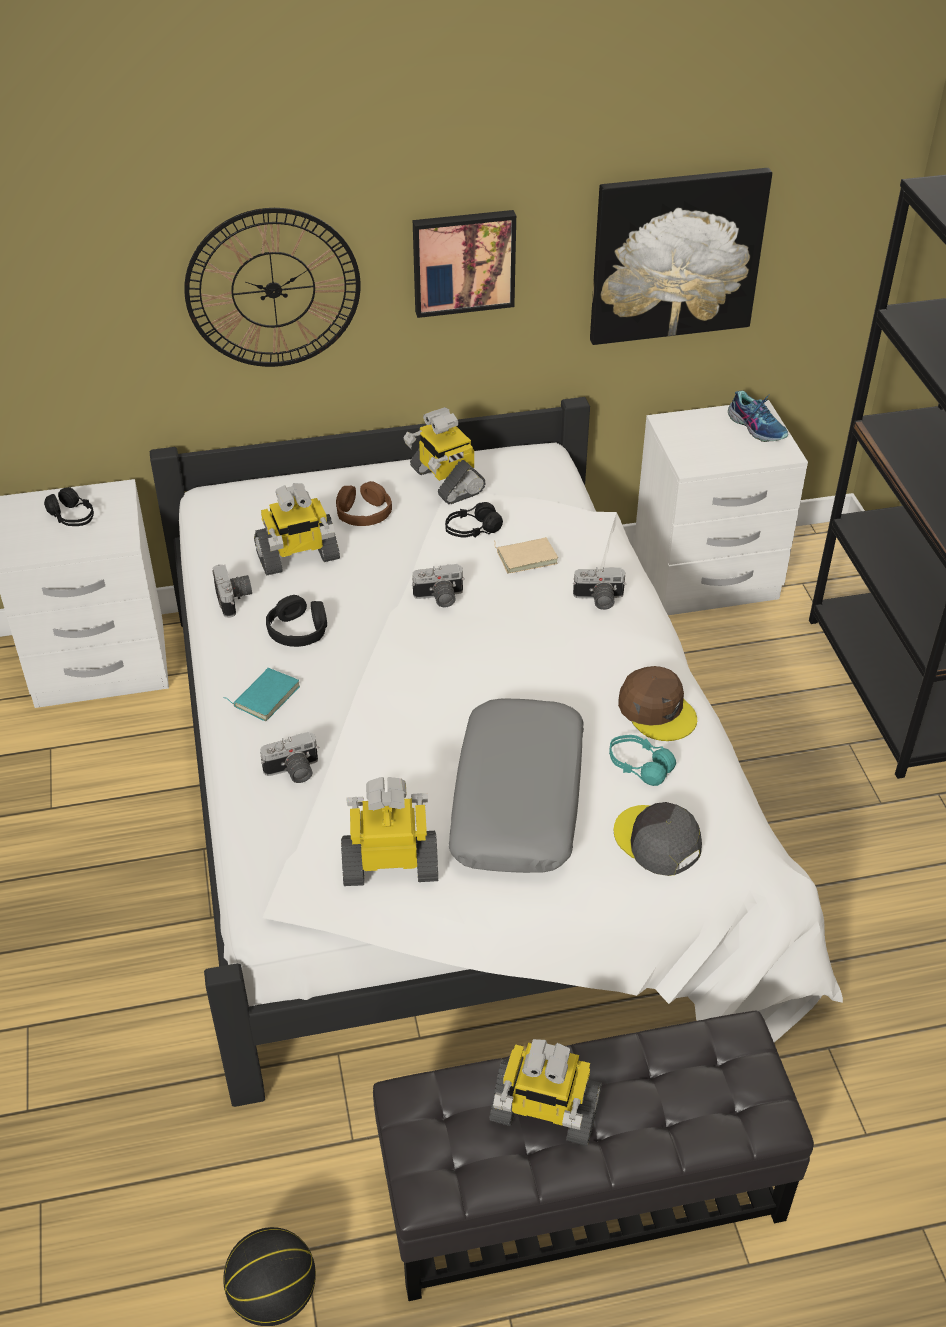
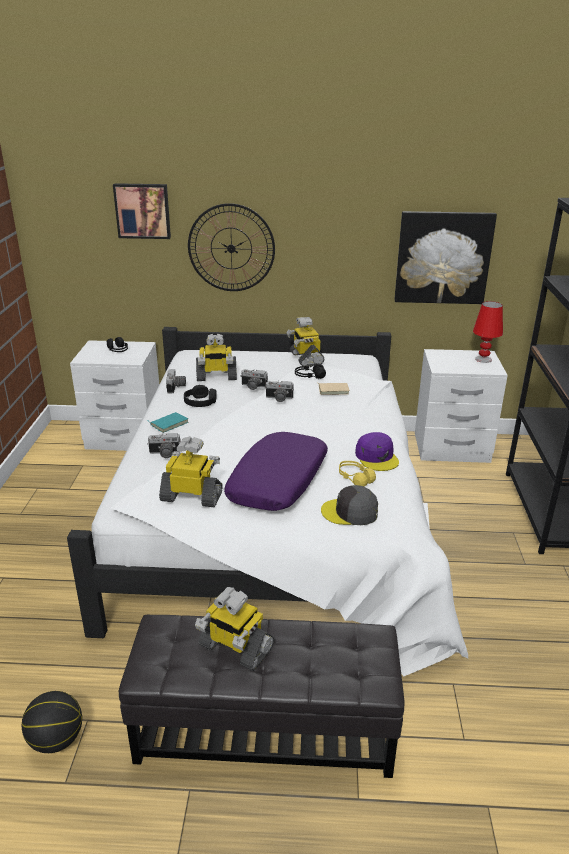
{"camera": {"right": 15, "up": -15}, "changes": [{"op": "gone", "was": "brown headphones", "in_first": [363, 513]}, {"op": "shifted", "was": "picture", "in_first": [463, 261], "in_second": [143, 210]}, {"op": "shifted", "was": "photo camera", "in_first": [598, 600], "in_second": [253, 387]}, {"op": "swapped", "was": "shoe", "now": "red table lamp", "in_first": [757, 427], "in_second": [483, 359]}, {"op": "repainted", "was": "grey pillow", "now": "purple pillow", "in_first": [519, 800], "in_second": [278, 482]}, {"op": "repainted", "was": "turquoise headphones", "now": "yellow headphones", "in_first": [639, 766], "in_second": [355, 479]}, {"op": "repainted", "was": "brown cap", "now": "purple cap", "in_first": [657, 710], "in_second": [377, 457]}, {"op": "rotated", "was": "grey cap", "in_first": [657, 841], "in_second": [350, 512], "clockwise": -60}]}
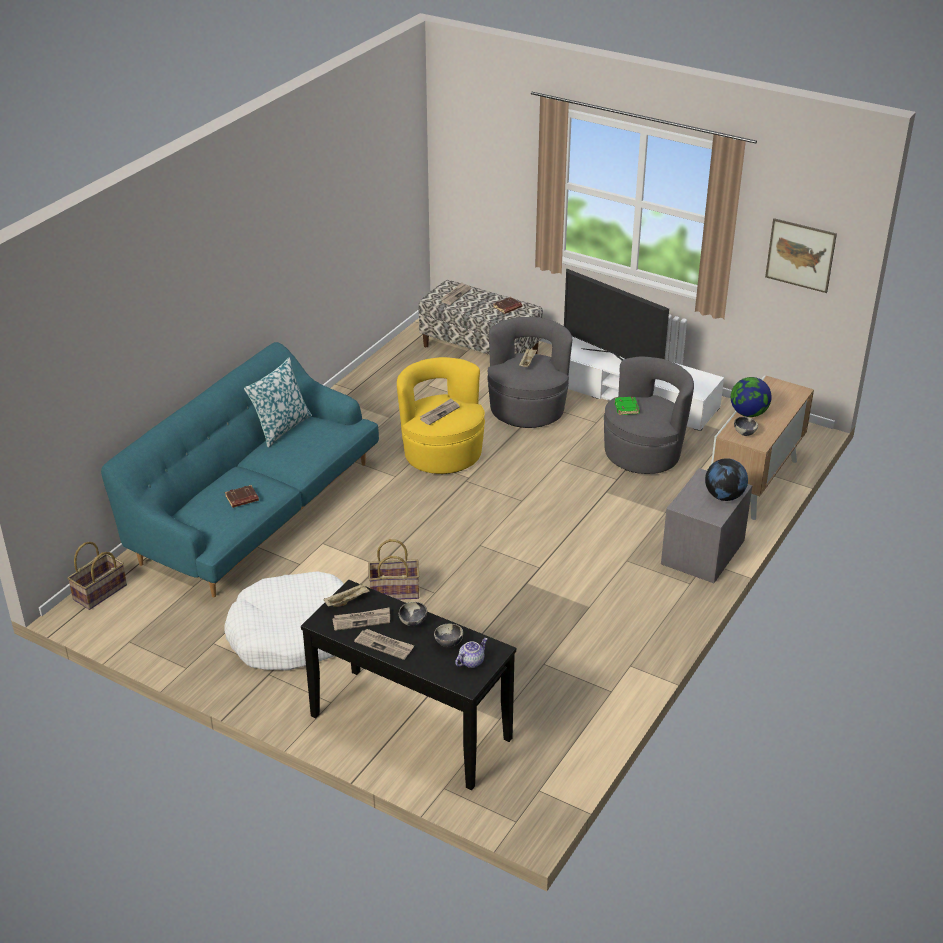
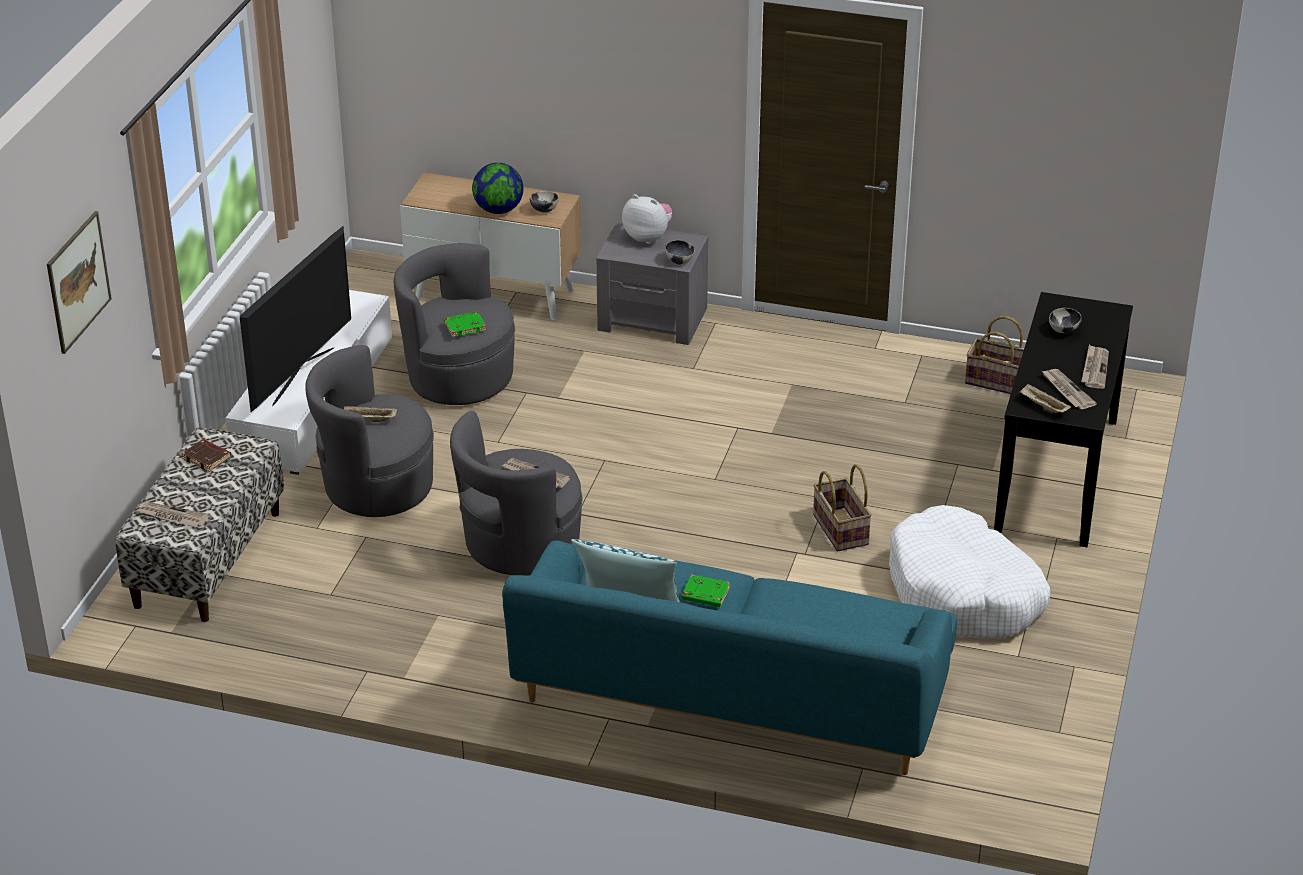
{"camera": {"right": -105, "up": 0}, "changes": [{"op": "gone", "was": "brown book", "in_first": [242, 499]}, {"op": "gone", "was": "teapot", "in_first": [471, 661]}, {"op": "new", "now": "green book", "in_second": [705, 595]}, {"op": "shifted", "was": "basket", "in_first": [100, 593], "in_second": [998, 381]}, {"op": "shifted", "was": "bowl", "in_first": [413, 622], "in_second": [679, 261]}, {"op": "shifted", "was": "picture", "in_first": [800, 255], "in_second": [78, 281]}, {"op": "swapped", "was": "globe", "now": "plush toy", "in_first": [724, 496], "in_second": [648, 237]}, {"op": "repainted", "was": "yellow armchair", "now": "grey armchair", "in_first": [442, 454], "in_second": [519, 545]}]}
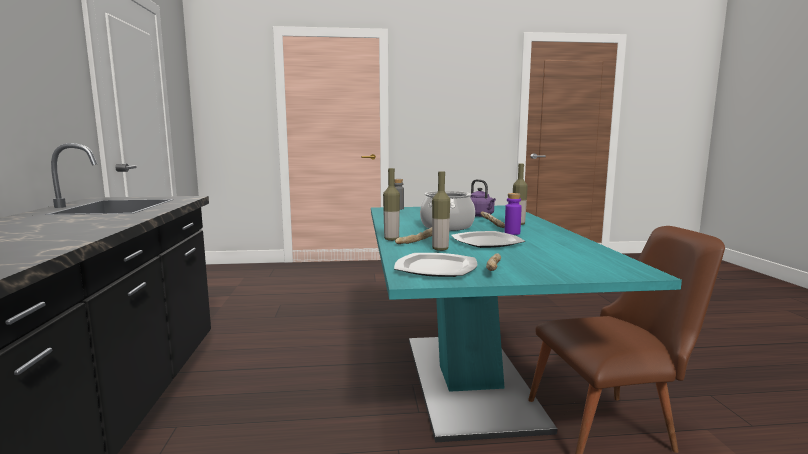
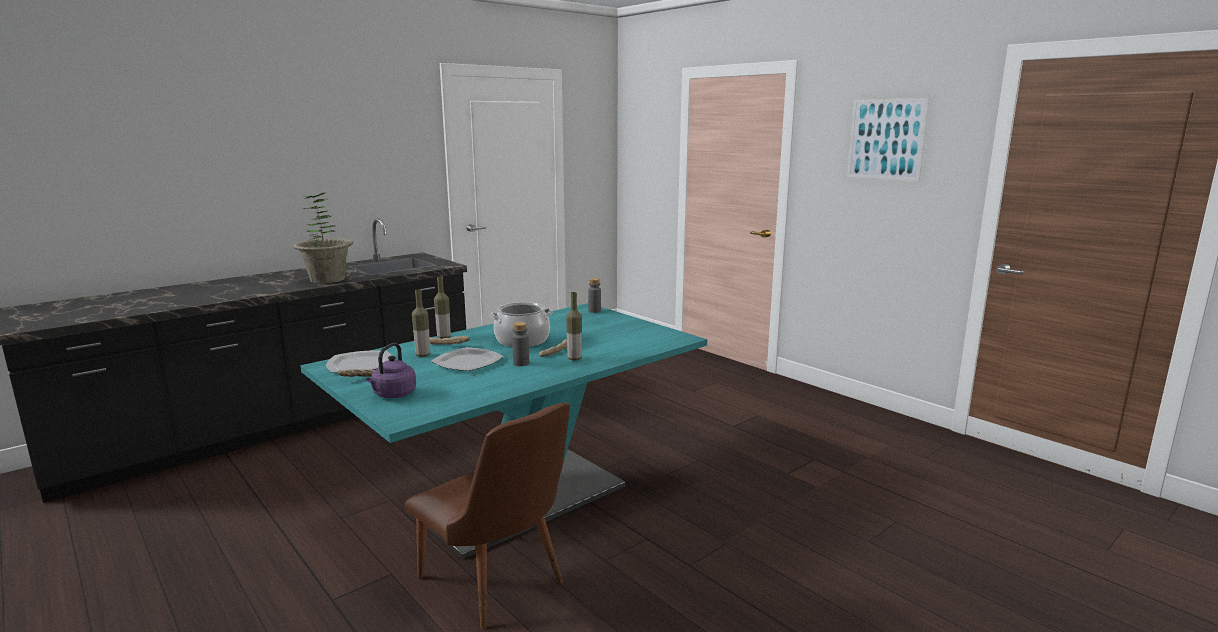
{"camera": {"right": 55, "up": 5}, "changes": [{"op": "new", "now": "potted plant", "in_second": [327, 280]}, {"op": "new", "now": "picture", "in_second": [886, 139]}, {"op": "shifted", "was": "purple kettle", "in_first": [480, 215], "in_second": [393, 395]}, {"op": "repainted", "was": "purple bottle", "now": "grey bottle", "in_first": [512, 233], "in_second": [521, 363]}]}
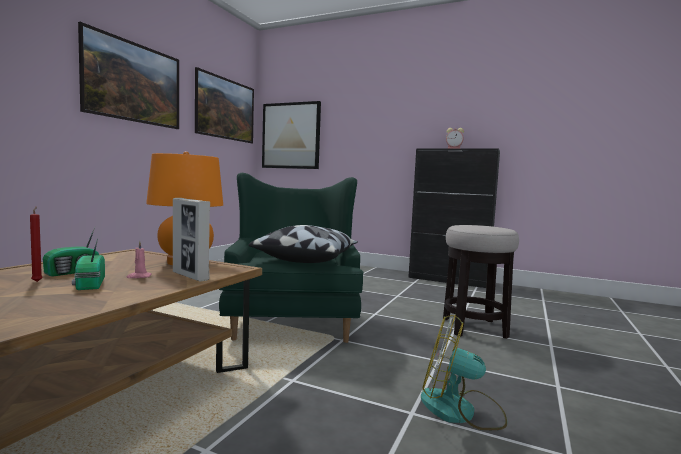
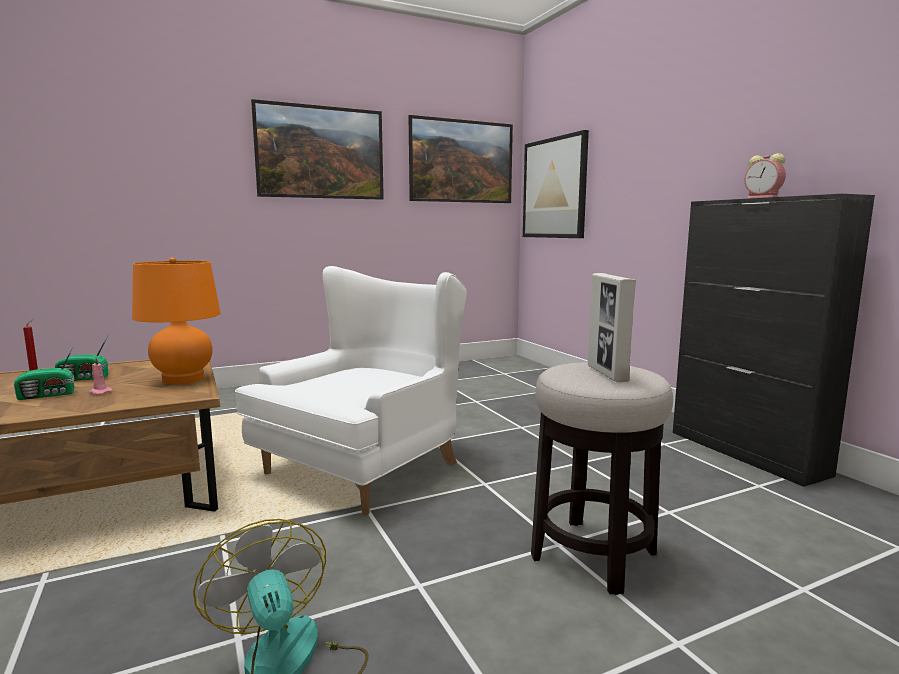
{"camera": {"right": 40, "up": 5}, "changes": [{"op": "gone", "was": "pillow", "in_first": [306, 259]}, {"op": "shifted", "was": "picture frame", "in_first": [190, 276], "in_second": [607, 373]}, {"op": "repainted", "was": "green armchair", "now": "white armchair", "in_first": [293, 321], "in_second": [366, 466]}, {"op": "rotated", "was": "radio", "in_first": [89, 284], "in_second": [48, 395], "clockwise": -135}]}
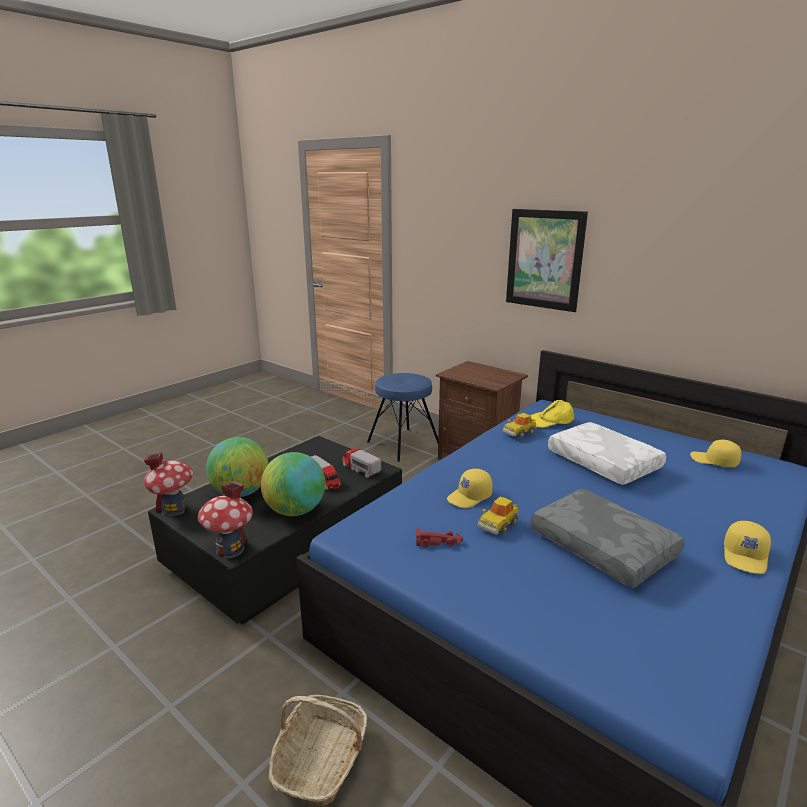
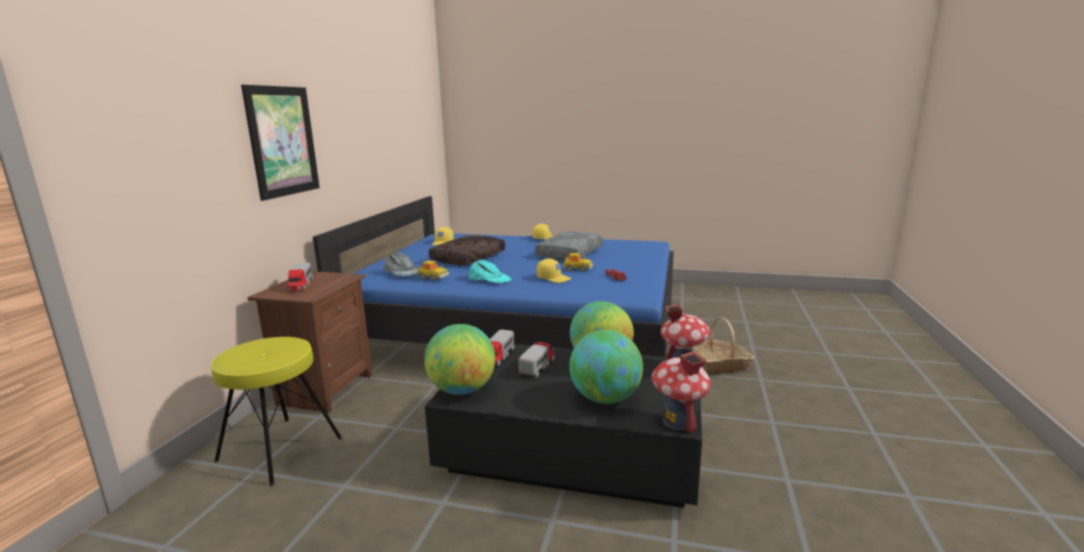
{"camera": {"right": -115, "up": -5}, "changes": [{"op": "new", "now": "toy truck", "in_second": [300, 285]}, {"op": "new", "now": "globe", "in_second": [462, 390]}, {"op": "new", "now": "turquoise cap", "in_second": [489, 279]}, {"op": "repainted", "was": "blue stool", "now": "yellow stool", "in_first": [404, 444], "in_second": [280, 449]}, {"op": "repainted", "was": "yellow cap", "now": "grey cap", "in_first": [551, 421], "in_second": [401, 271]}, {"op": "repainted", "was": "white pillow", "now": "brown pillow", "in_first": [601, 462], "in_second": [469, 258]}]}
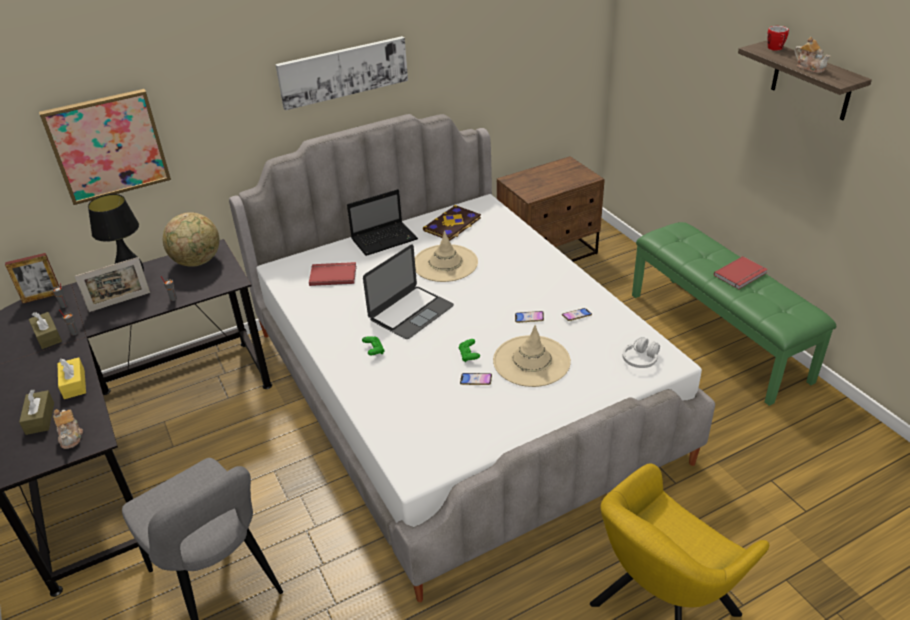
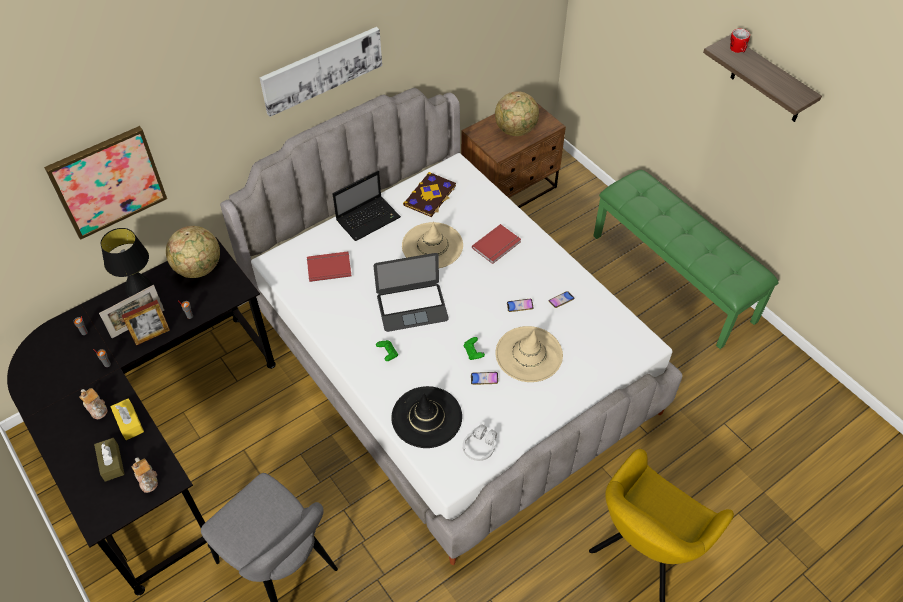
{"camera": {"right": -10, "up": 15}, "changes": [{"op": "gone", "was": "brown tissue box", "in_first": [48, 336]}, {"op": "new", "now": "black hat", "in_second": [426, 417]}, {"op": "new", "now": "globe", "in_second": [516, 130]}, {"op": "shifted", "was": "picture frame", "in_first": [42, 297], "in_second": [152, 336]}, {"op": "shifted", "was": "white headphones", "in_first": [640, 359], "in_second": [480, 447]}, {"op": "shifted", "was": "red book", "in_first": [741, 275], "in_second": [497, 245]}, {"op": "shifted", "was": "teapot", "in_first": [810, 68], "in_second": [96, 408]}, {"op": "rotated", "was": "laptop", "in_first": [411, 312], "in_second": [412, 307], "clockwise": 45}]}
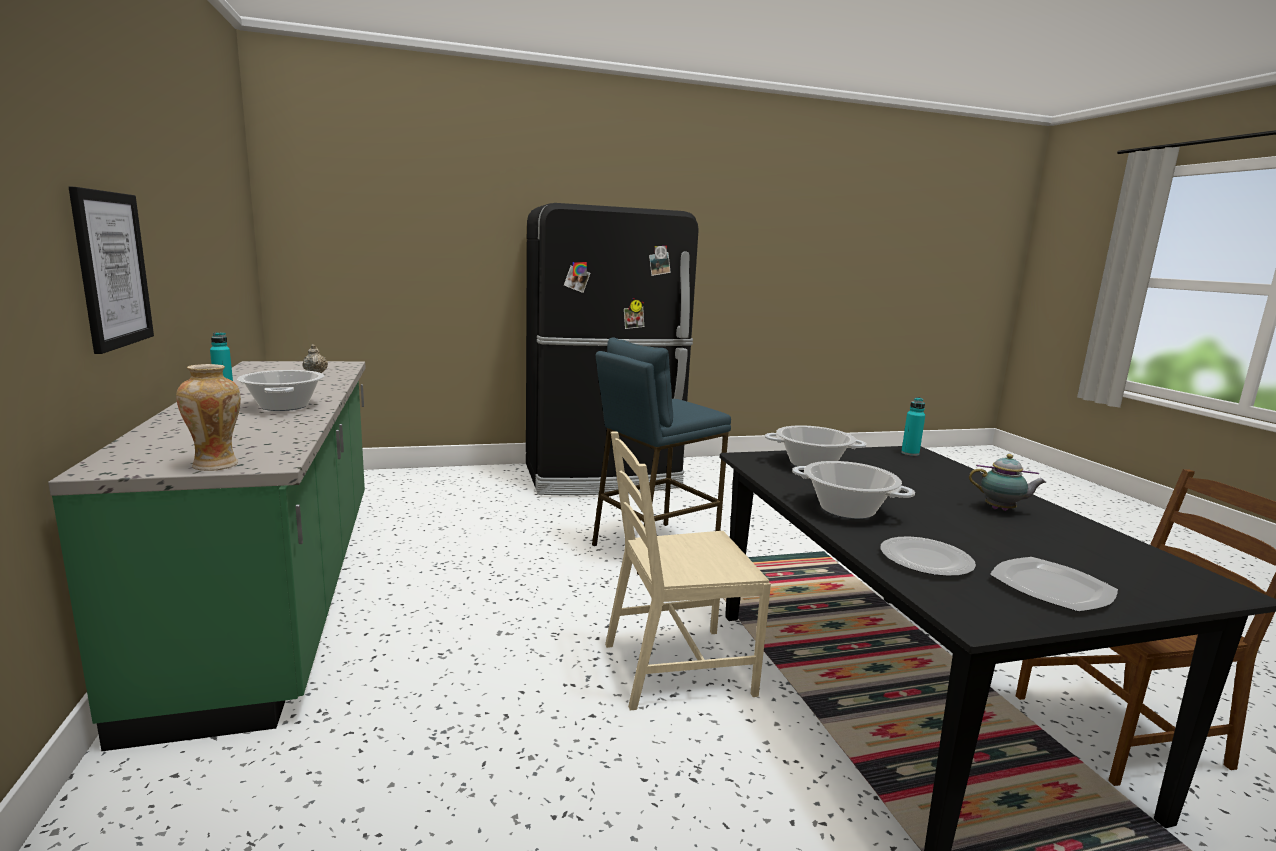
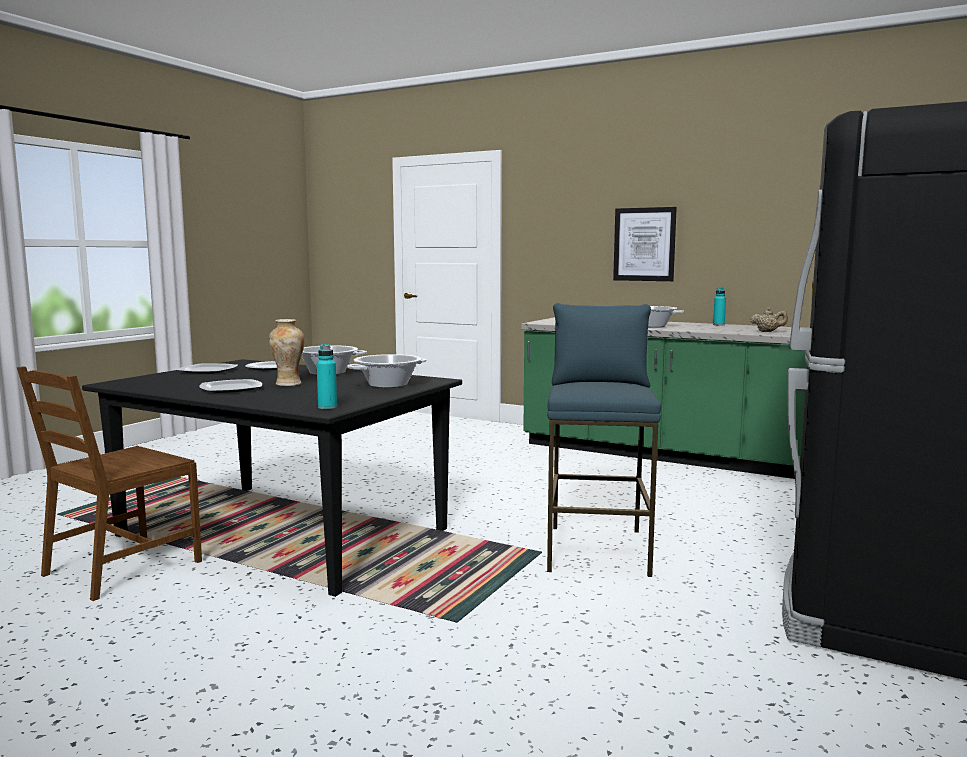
{"camera": {"right": 135, "up": -5}, "changes": [{"op": "gone", "was": "beige chair", "in_first": [676, 668]}, {"op": "shifted", "was": "vase", "in_first": [217, 465], "in_second": [288, 384]}, {"op": "swapped", "was": "teapot", "now": "plate", "in_first": [1002, 510], "in_second": [231, 388]}]}
